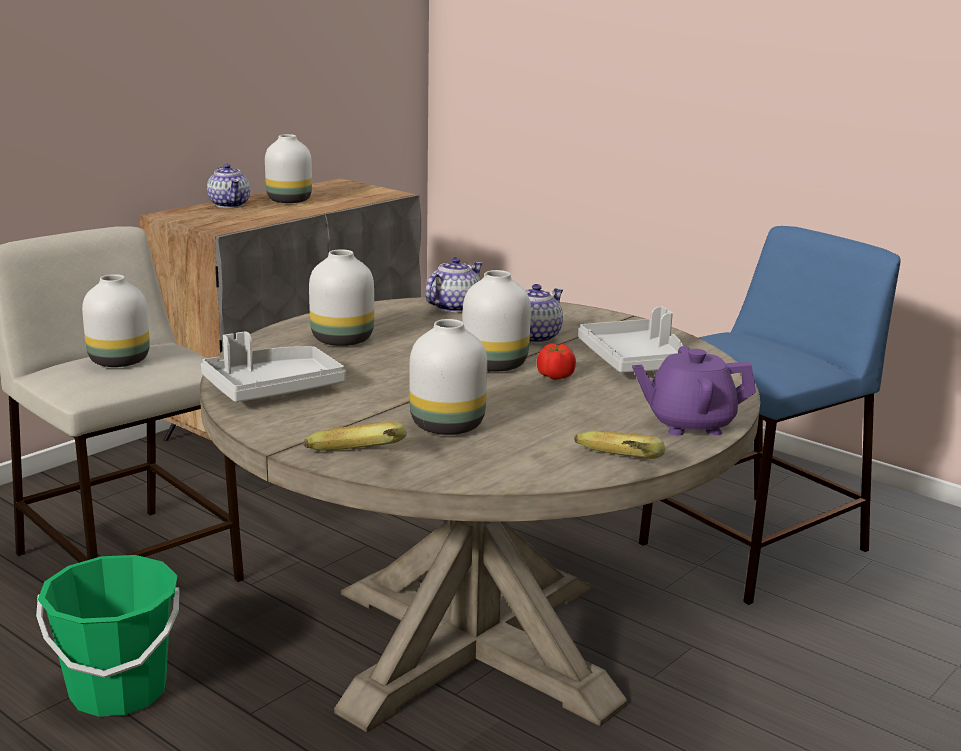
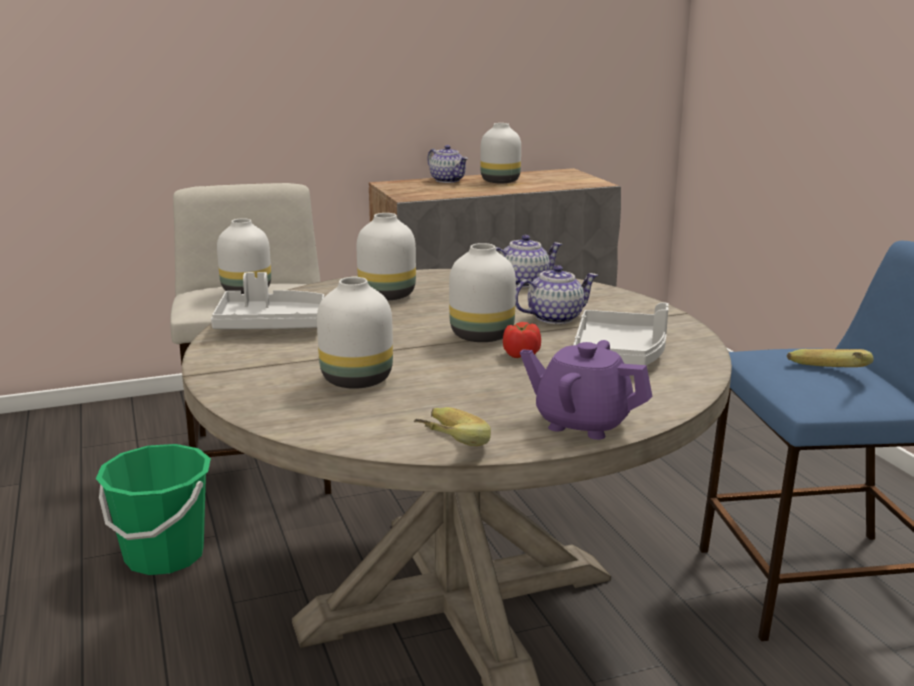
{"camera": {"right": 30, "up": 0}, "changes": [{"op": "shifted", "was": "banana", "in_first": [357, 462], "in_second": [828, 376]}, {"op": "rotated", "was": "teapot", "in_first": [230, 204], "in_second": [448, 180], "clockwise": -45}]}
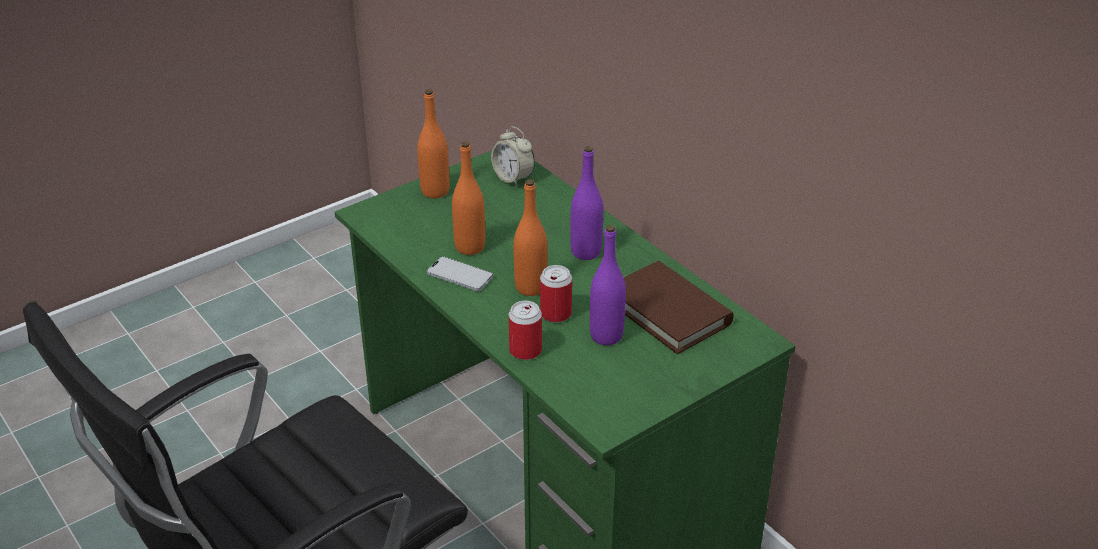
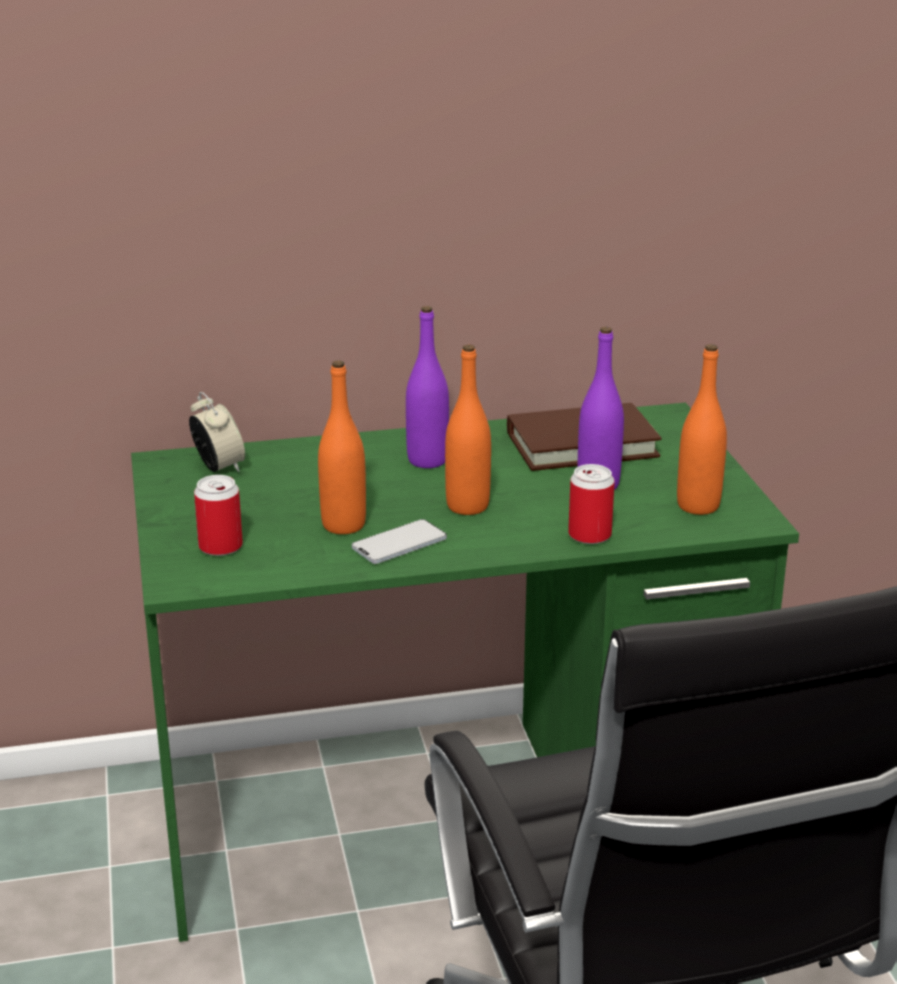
{"camera": {"right": -65, "up": -10}, "changes": [{"op": "shifted", "was": "orange bottle", "in_first": [435, 191], "in_second": [698, 506]}, {"op": "shifted", "was": "can", "in_first": [556, 314], "in_second": [220, 547]}, {"op": "rotated", "was": "alarm clock", "in_first": [513, 178], "in_second": [219, 467], "clockwise": -105}]}
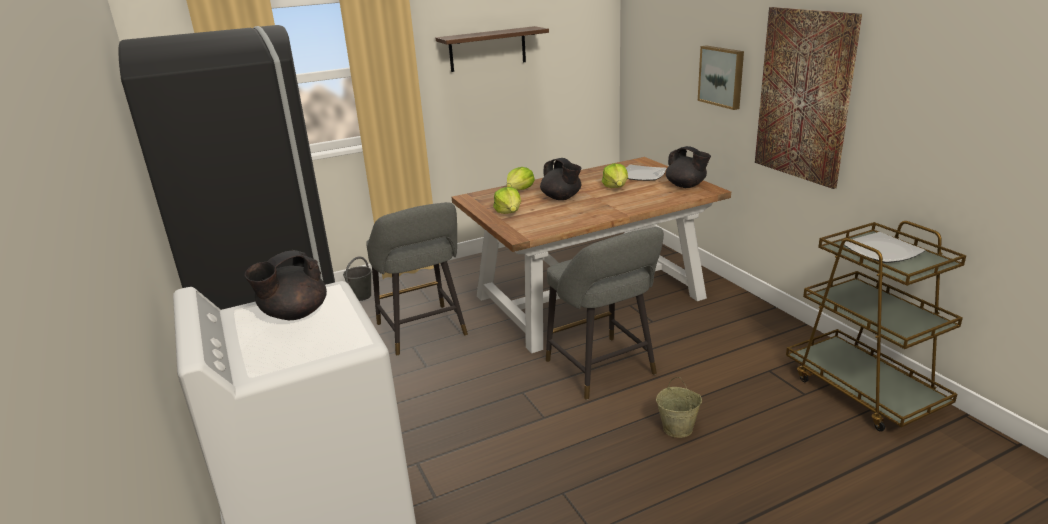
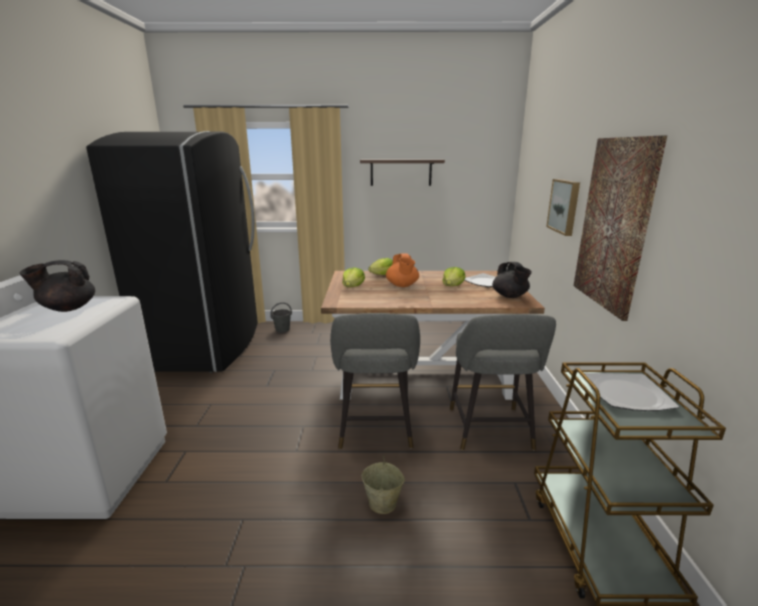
{"camera": {"right": 25, "up": -5}, "changes": [{"op": "shifted", "was": "grey stool", "in_first": [423, 332], "in_second": [491, 431]}, {"op": "repainted", "was": "black teapot", "now": "orange teapot", "in_first": [561, 198], "in_second": [402, 285]}]}
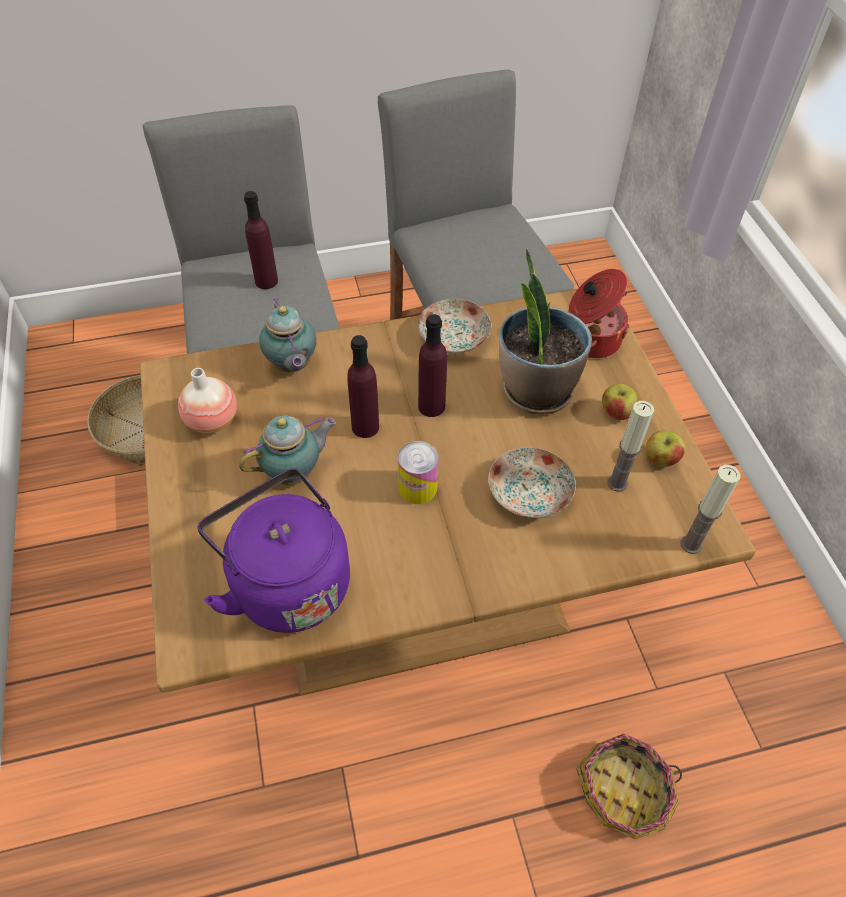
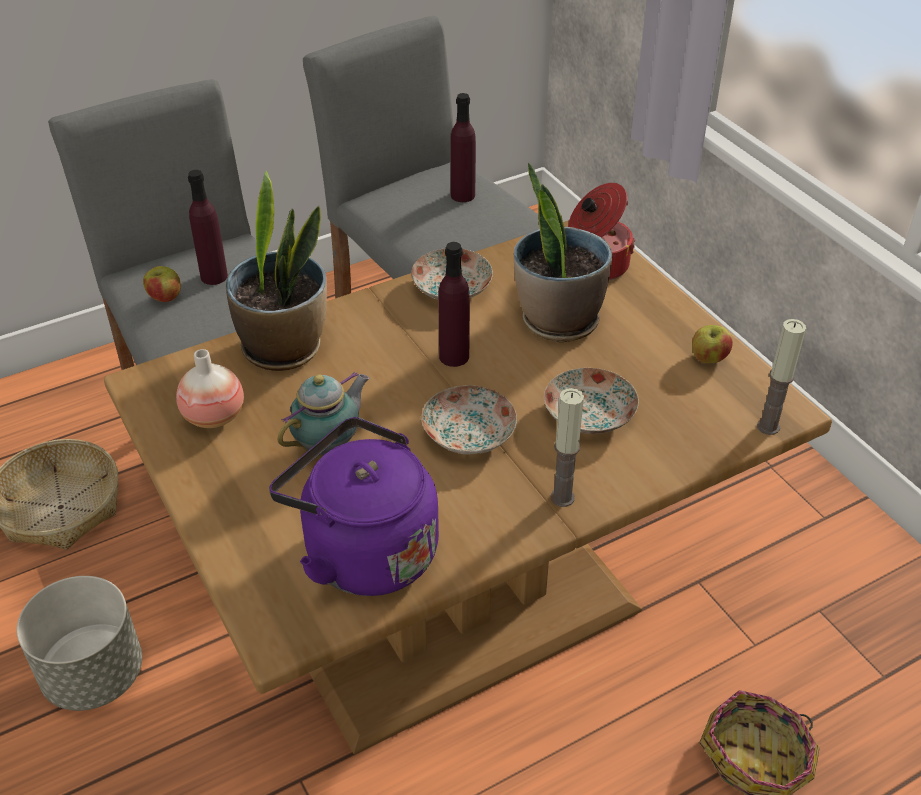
{"camera": {"right": -15, "up": -10}, "changes": [{"op": "new", "now": "grey planter", "in_second": [94, 674]}, {"op": "shifted", "was": "purple bottle", "in_first": [365, 427], "in_second": [463, 195]}, {"op": "shifted", "was": "apple", "in_first": [616, 413], "in_second": [165, 298]}, {"op": "shifted", "was": "candle", "in_first": [617, 483], "in_second": [562, 497]}, {"op": "swapped", "was": "teapot", "now": "potted plant", "in_first": [292, 366], "in_second": [284, 348]}, {"op": "swapped", "was": "can", "now": "plate", "in_first": [417, 487], "in_second": [470, 434]}]}
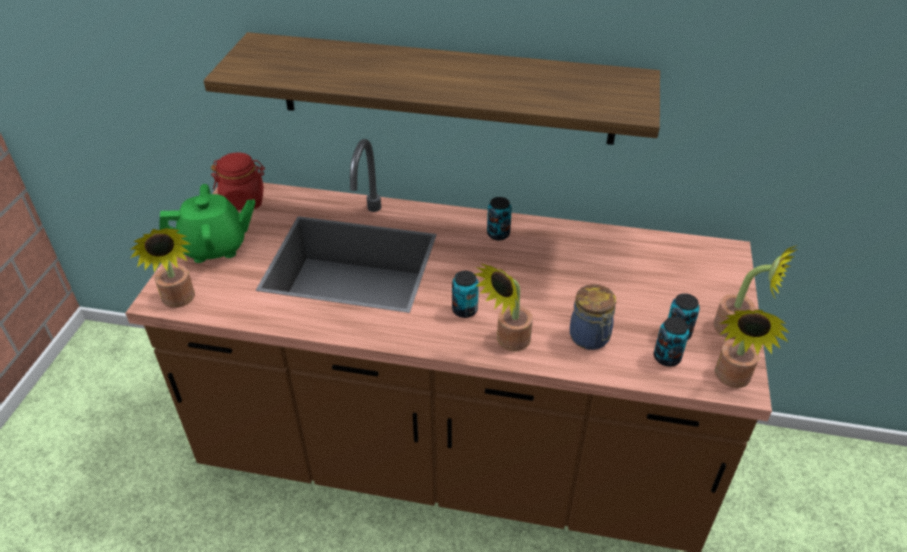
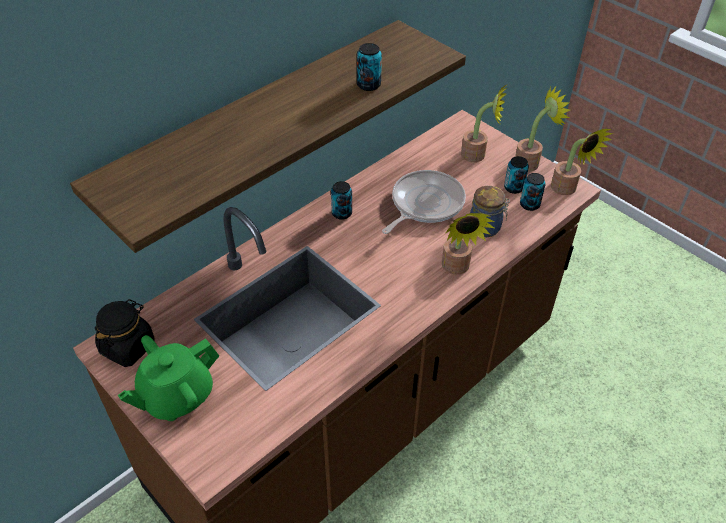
{"camera": {"right": -55, "up": 5}, "changes": [{"op": "new", "now": "frying pan", "in_second": [424, 204]}, {"op": "shifted", "was": "potted plant", "in_first": [179, 301], "in_second": [478, 155]}, {"op": "shifted", "was": "can", "in_first": [464, 310], "in_second": [368, 85]}, {"op": "repainted", "was": "red jar", "now": "black jar", "in_first": [243, 200], "in_second": [128, 347]}, {"op": "rotated", "was": "green teapot", "in_first": [215, 247], "in_second": [176, 396], "clockwise": -150}]}
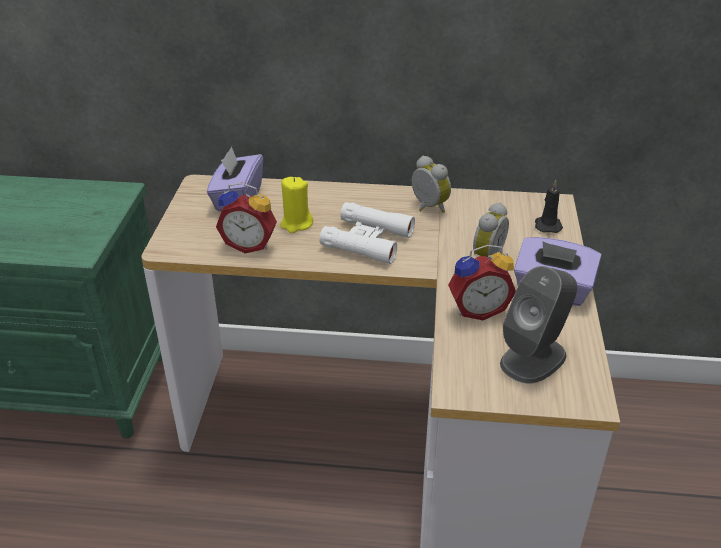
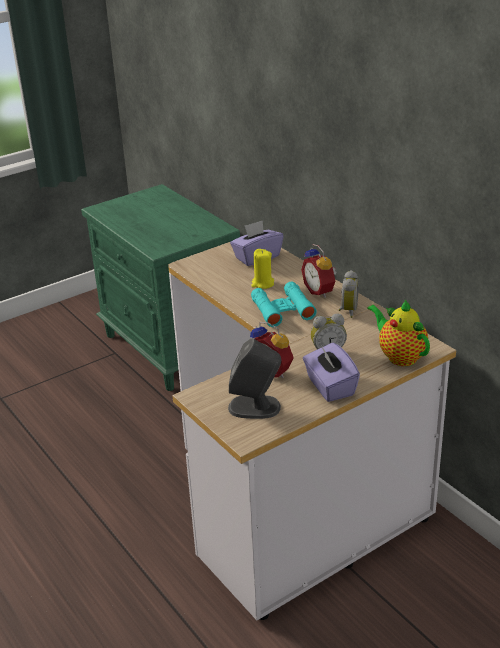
{"camera": {"right": 50, "up": -5}, "changes": [{"op": "shifted", "was": "alarm clock", "in_first": [250, 244], "in_second": [320, 291]}, {"op": "swapped", "was": "black candle", "now": "teapot", "in_first": [547, 225], "in_second": [399, 356]}, {"op": "repainted", "was": "white binoculars", "now": "turquoise binoculars", "in_first": [367, 240], "in_second": [282, 310]}]}
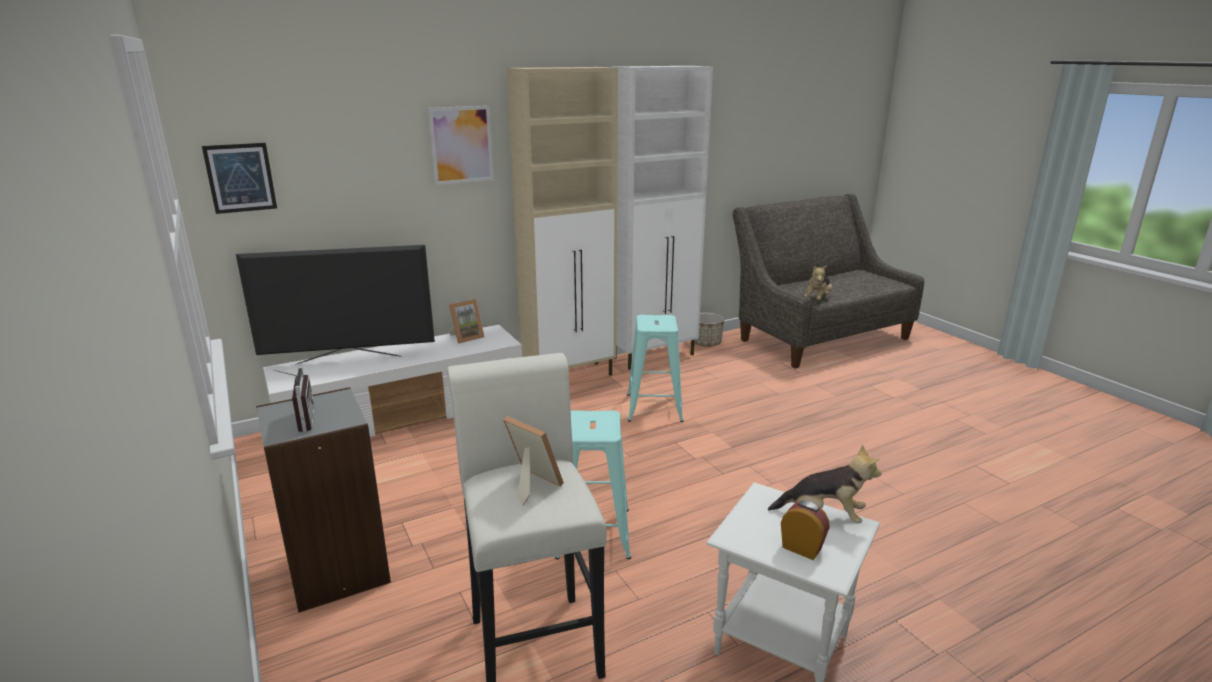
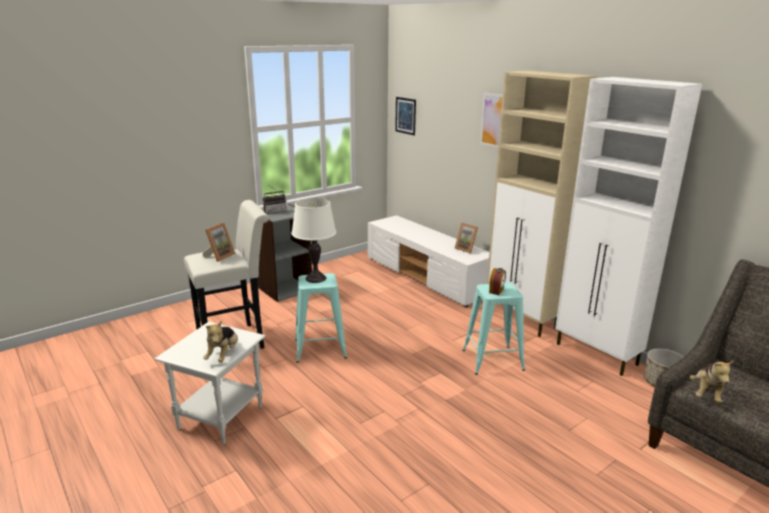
{"camera": {"right": 80, "up": 0}, "changes": [{"op": "gone", "was": "television", "in_first": [349, 360]}, {"op": "new", "now": "white table lamp", "in_second": [315, 278]}, {"op": "shifted", "was": "alarm clock", "in_first": [802, 547], "in_second": [496, 291]}, {"op": "rotated", "was": "plush toy", "in_first": [818, 299], "in_second": [706, 393], "clockwise": -90}]}
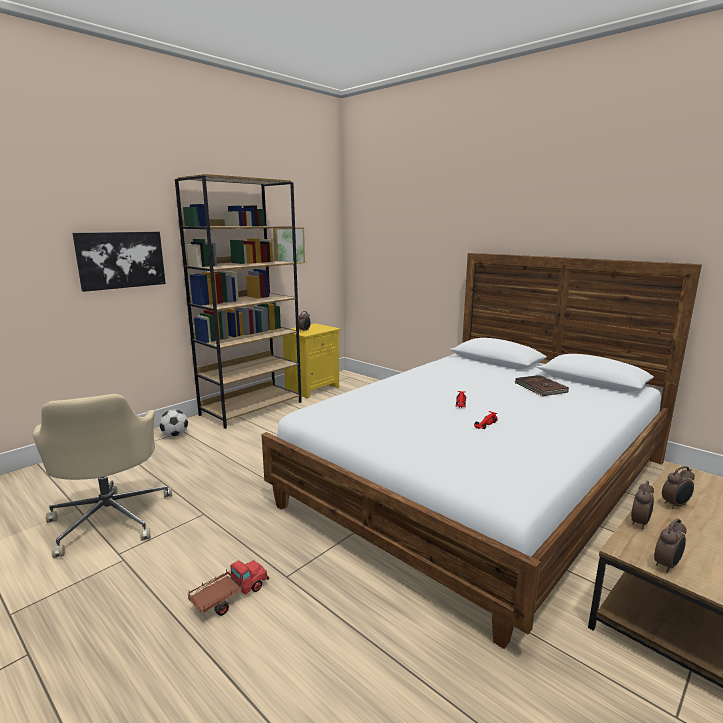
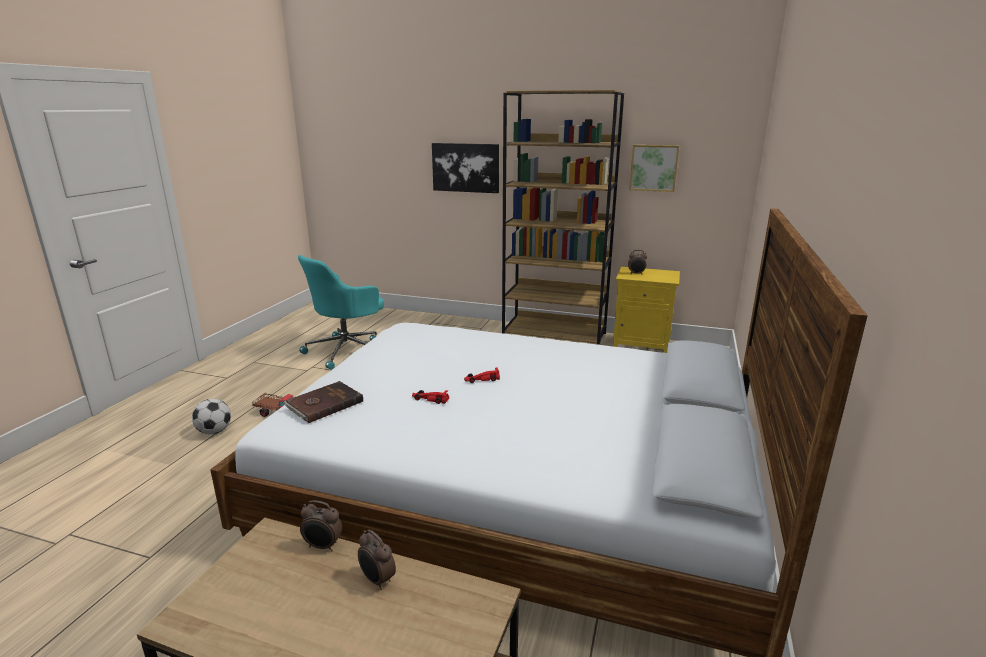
{"camera": {"right": 65, "up": 5}, "changes": [{"op": "gone", "was": "alarm clock", "in_first": [667, 565]}, {"op": "shifted", "was": "football", "in_first": [175, 435], "in_second": [214, 431]}, {"op": "shifted", "was": "brown book", "in_first": [540, 388], "in_second": [324, 404]}, {"op": "repainted", "was": "beige office chair", "now": "turquoise office chair", "in_first": [111, 518], "in_second": [347, 351]}]}
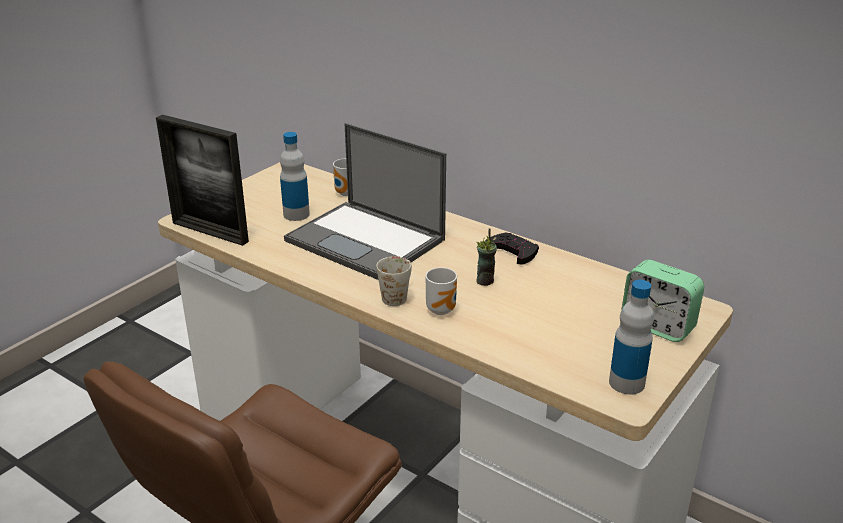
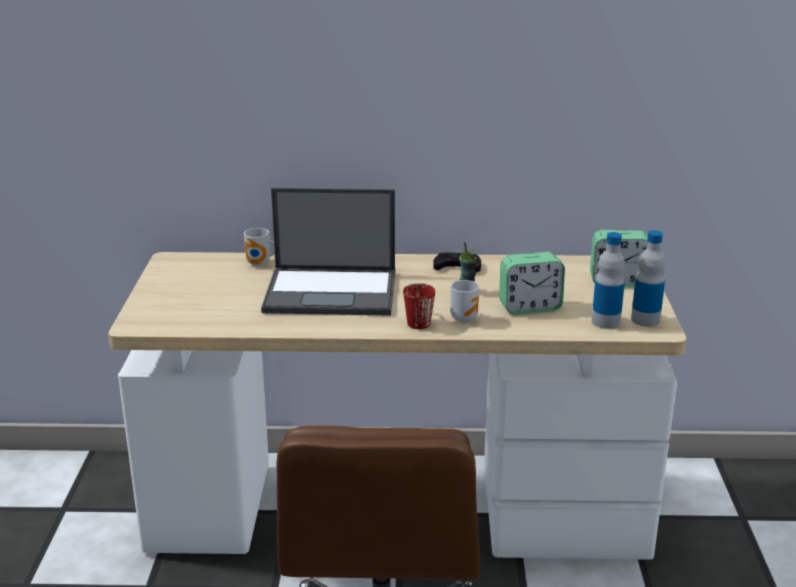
{"camera": {"right": -35, "up": -5}, "changes": [{"op": "gone", "was": "picture frame", "in_first": [210, 232]}, {"op": "new", "now": "alarm clock", "in_second": [530, 307]}, {"op": "shifted", "was": "bottle", "in_first": [296, 214], "in_second": [606, 322]}, {"op": "repainted", "was": "white mug", "now": "red mug", "in_first": [398, 295], "in_second": [417, 320]}]}
